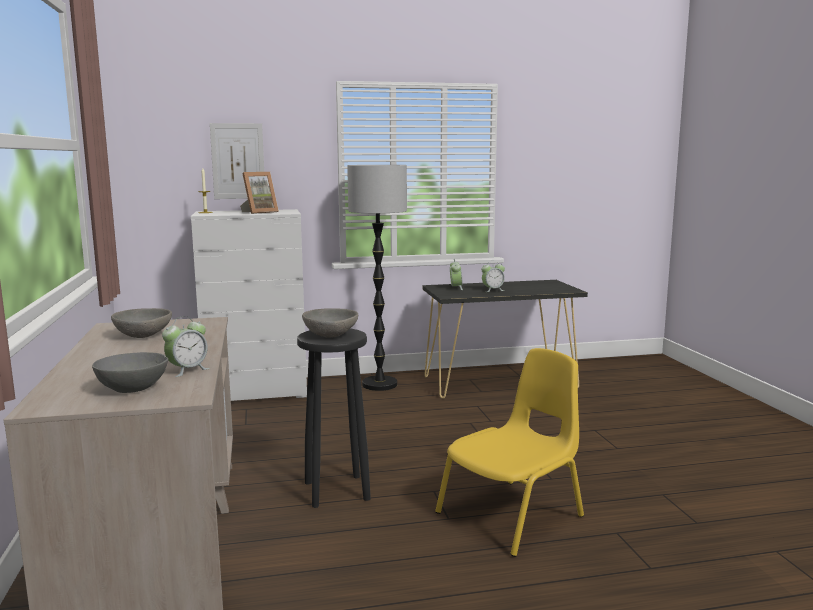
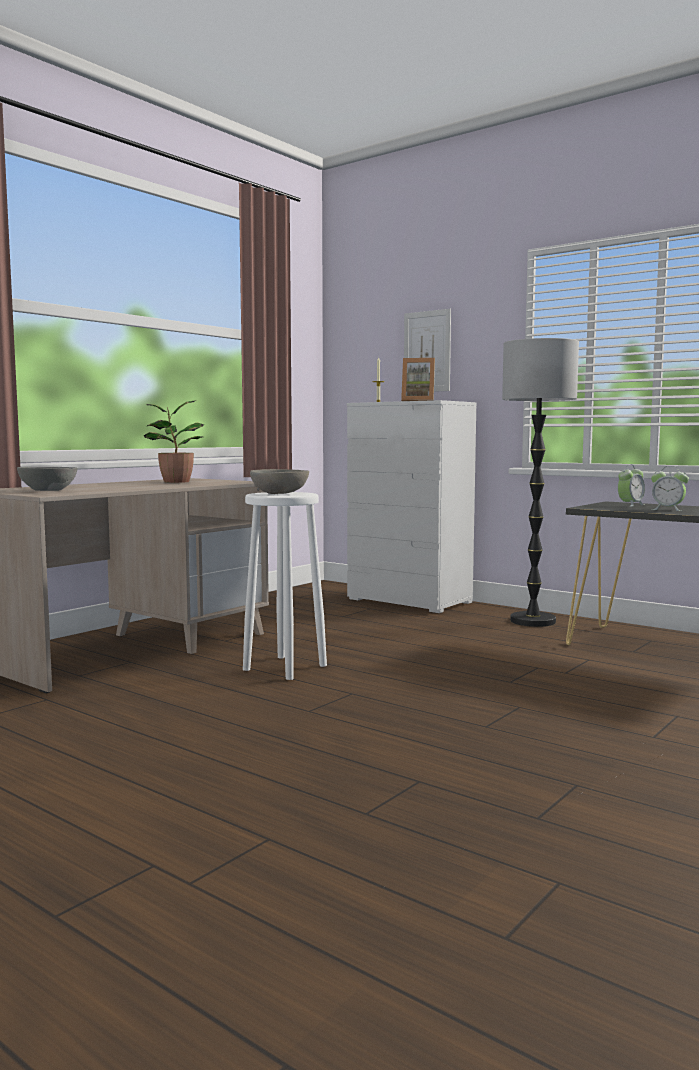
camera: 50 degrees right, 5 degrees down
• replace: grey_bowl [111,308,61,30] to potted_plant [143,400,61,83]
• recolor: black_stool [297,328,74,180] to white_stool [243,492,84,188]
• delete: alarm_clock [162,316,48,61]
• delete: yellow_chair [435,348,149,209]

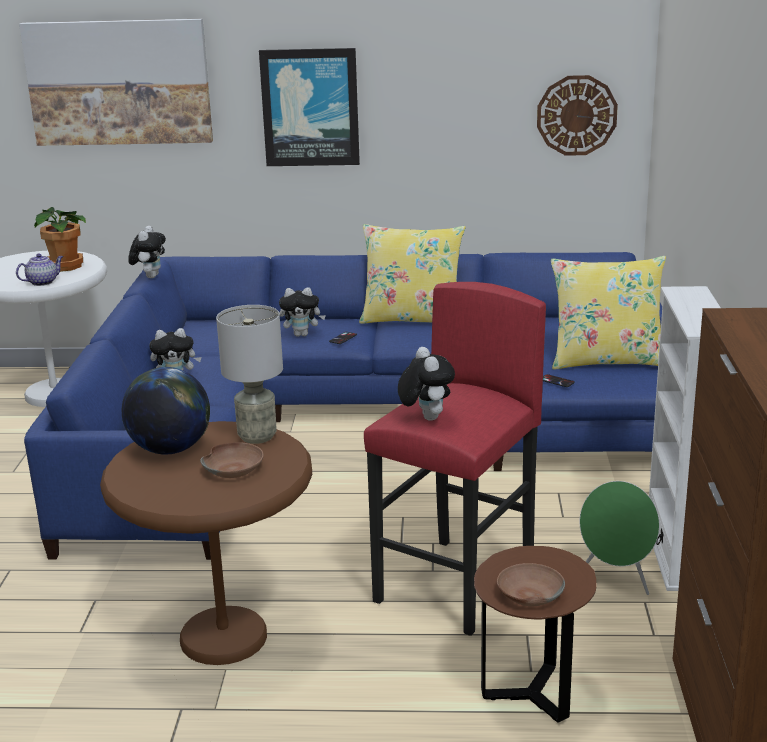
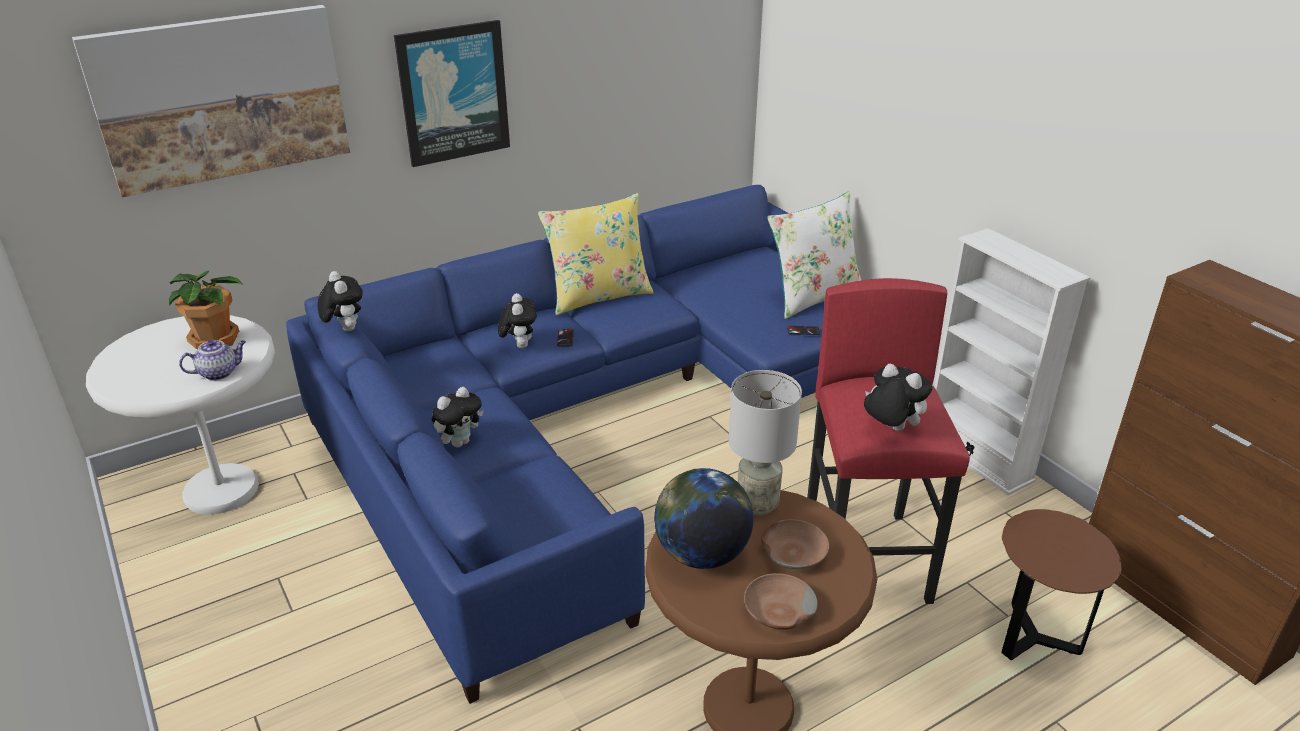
camera: 35 degrees left, 10 degrees up
• rotate: teapot [16,253,47,33] = [179,340,67,40] 45 degrees clockwise
• rotate: plush_toy [279,287,47,50] = [498,293,39,55] 60 degrees counterclockwise
• move: brown_bowl [497,563,68,43] to [744,573,74,57]
• recolor: yellow_pillow [551,256,115,114] to white_pillow [767,192,94,127]
• delete: wall_clock [537,75,81,81]
• delete: green_speaker [580,481,80,114]

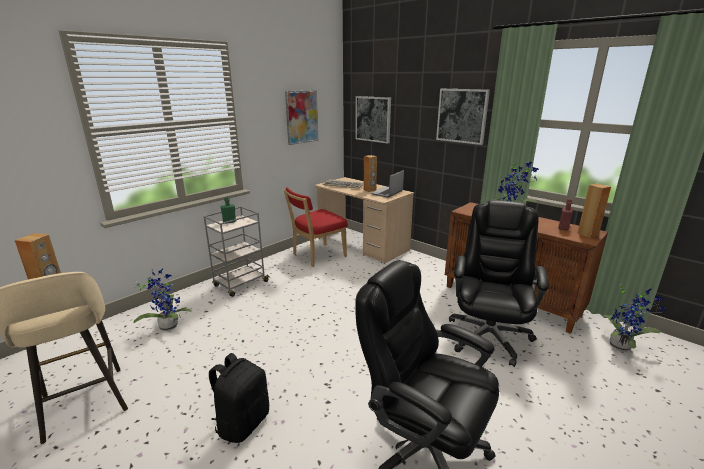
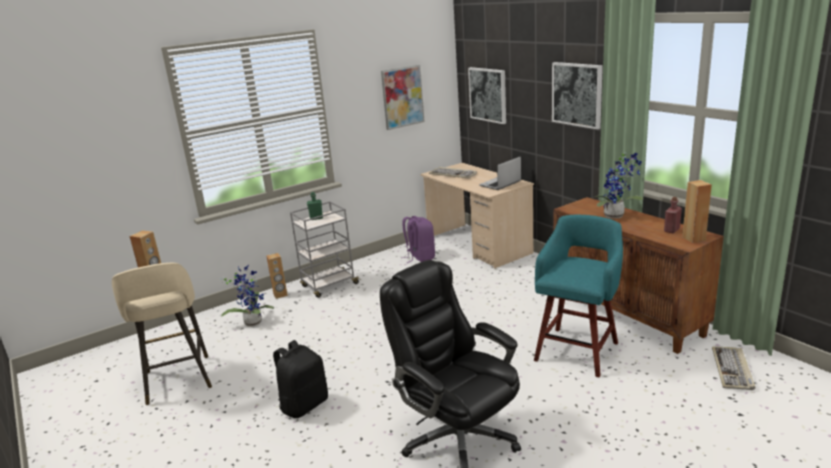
camera: 15 degrees right, 0 degrees up
• move: brown_speaker [364,155,13,37] to [266,253,22,46]
• replace: red_chair [284,187,64,80] to purple_backpack [402,216,33,47]
• replace: black_office_chair [449,200,100,167] to turquoise_stool [534,215,89,162]
• replace: potted_plant [603,283,63,69] to keyboard [712,346,43,44]

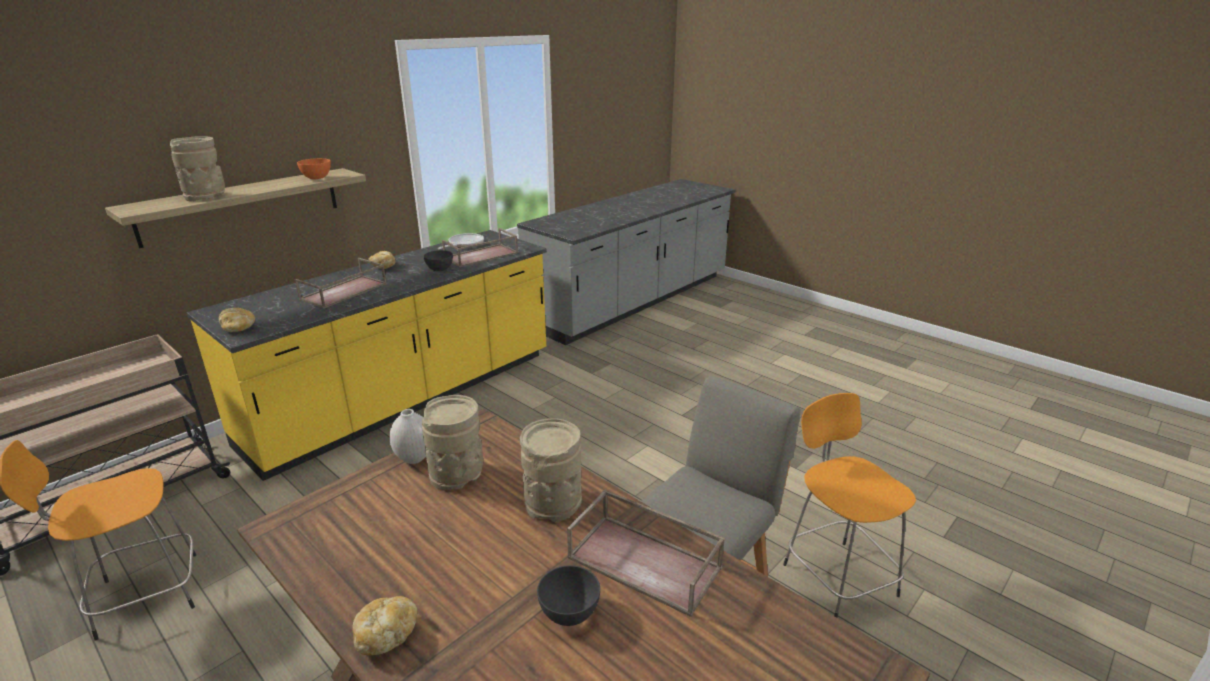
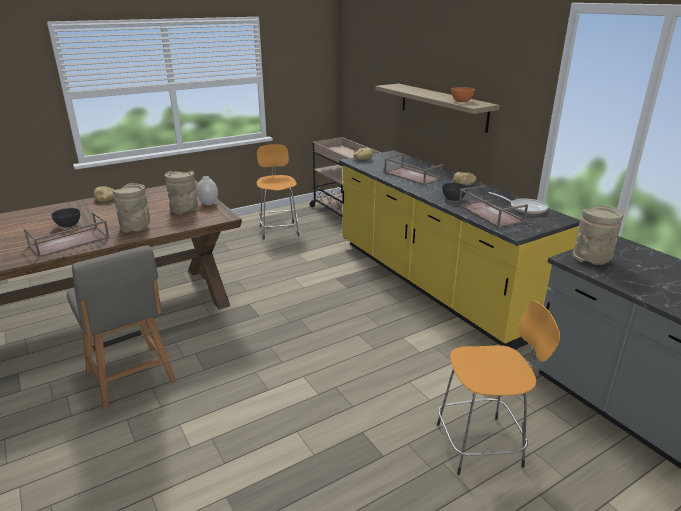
camera: 105 degrees right, 0 degrees up
• move: orange_stool [783,393,133,225] to [437,300,123,175]
• move: beige_vase [170,136,55,65] to [573,205,51,60]

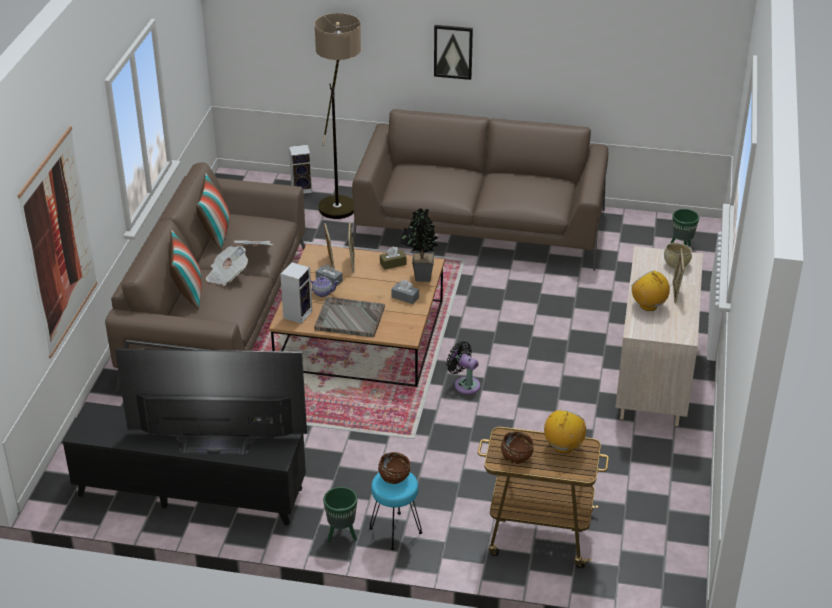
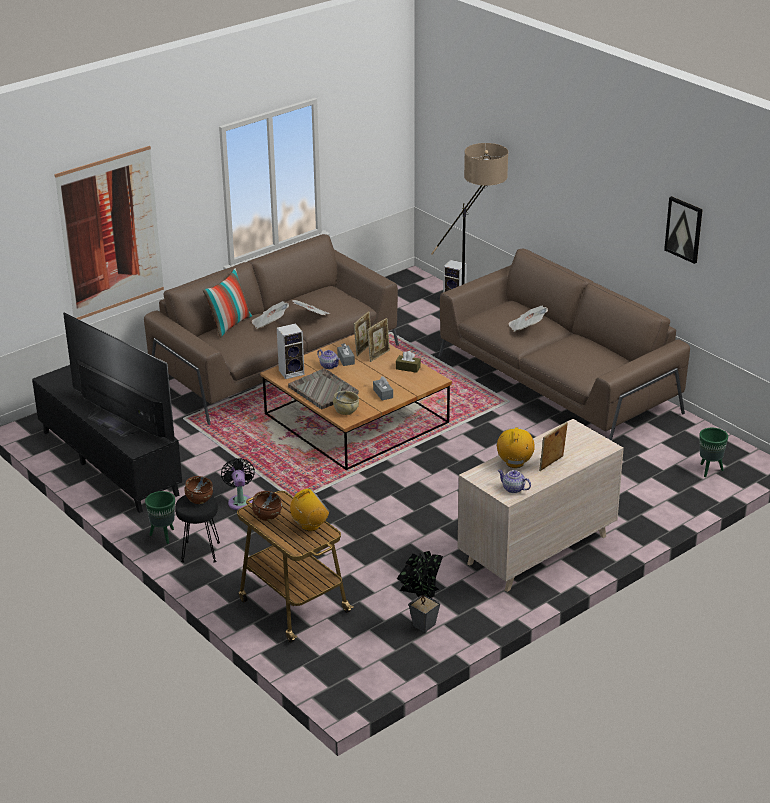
camera: 40 degrees right, 5 degrees down
• recolor: turquoise_stool [369,472,53,78] to black_stool [175,495,45,68]
• move: black_fan [446,341,34,53] to [221,458,34,52]
• move: beige_bowl [664,243,28,26] to [333,391,26,24]
• move: potted_plant [400,208,38,74] to [397,551,46,81]
• insert: teapot [498,469,33,24]
• insert: newspaper [509,306,39,26]
• move: picture [434,25,39,55] to [664,196,39,68]
• delete: pillow [196,173,34,77]

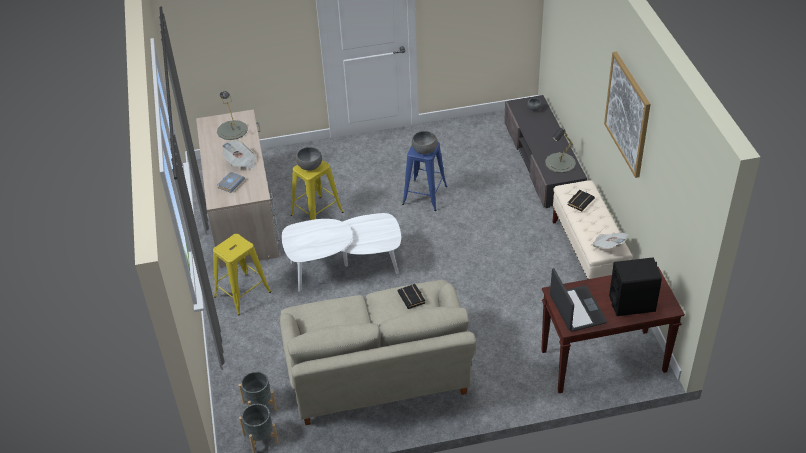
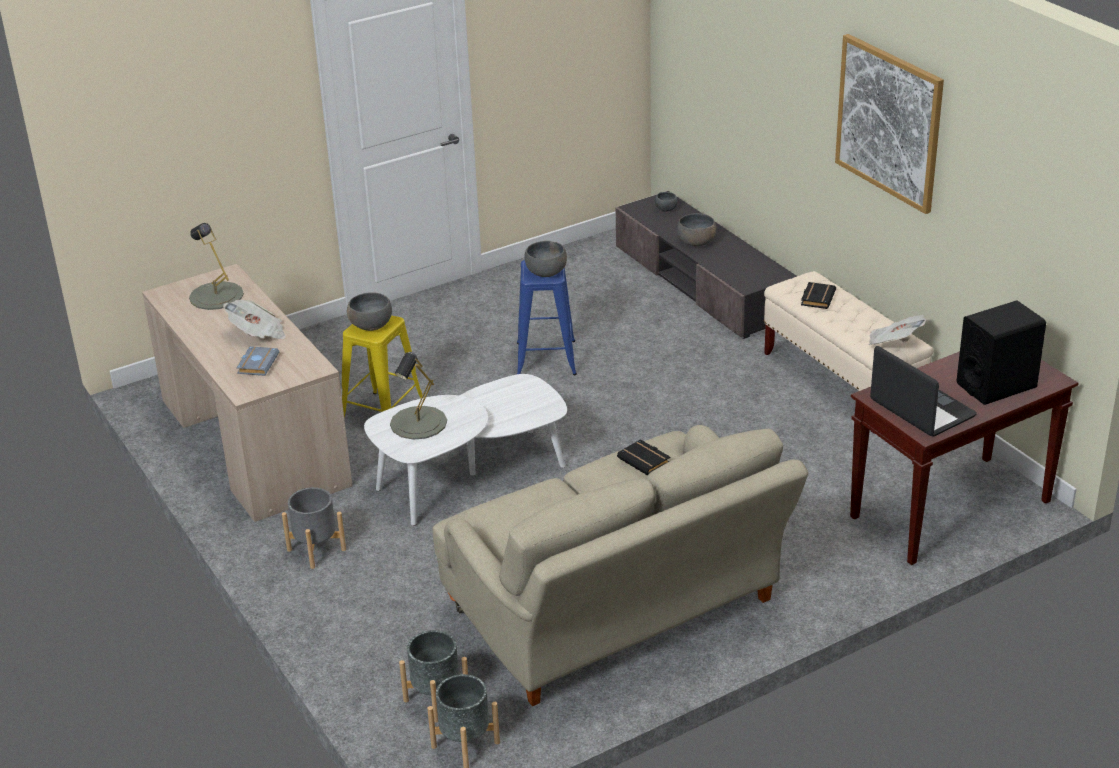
camera: 20 degrees left, 10 degrees down
• replace: yellow_stool [213,234,58,82] to grey_planter [282,487,64,82]
• move: grey_table_lamp [545,127,31,46] to [390,352,57,88]
• insert: grey_bowl [677,213,39,33]

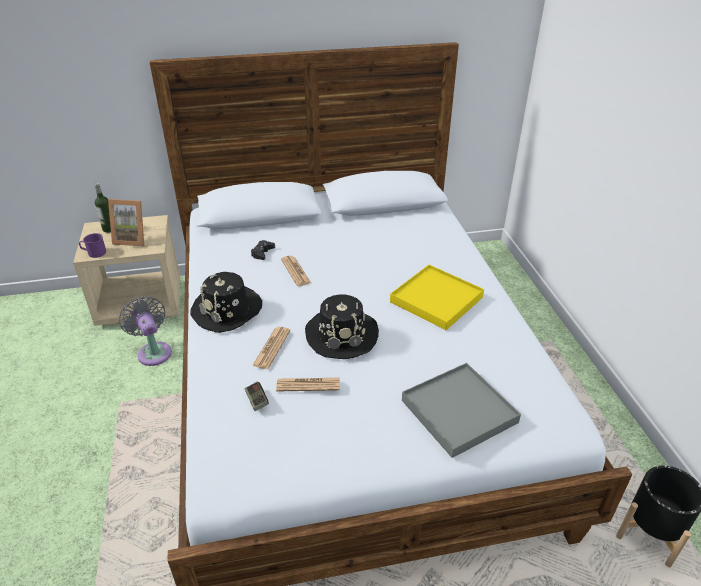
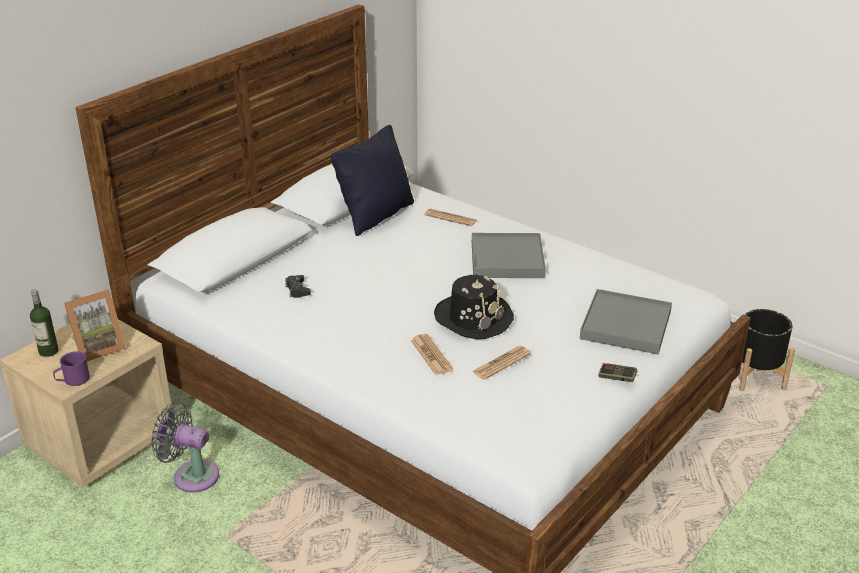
camera: 40 degrees left, 5 degrees down
• insert: black_pillow [331,125,83,111]
• move: newspaper [281,256,30,30] to [424,209,53,17]
• recolor: yellow_tray [390,265,94,65] to grey_tray [472,233,74,45]
• move: game_controller [245,381,24,30] to [598,363,39,19]
• delete: black_hat [190,272,72,61]

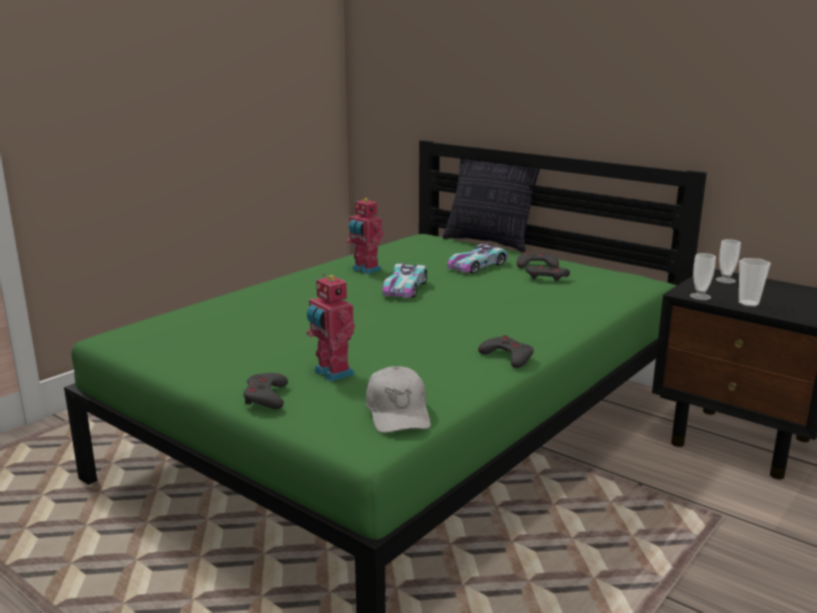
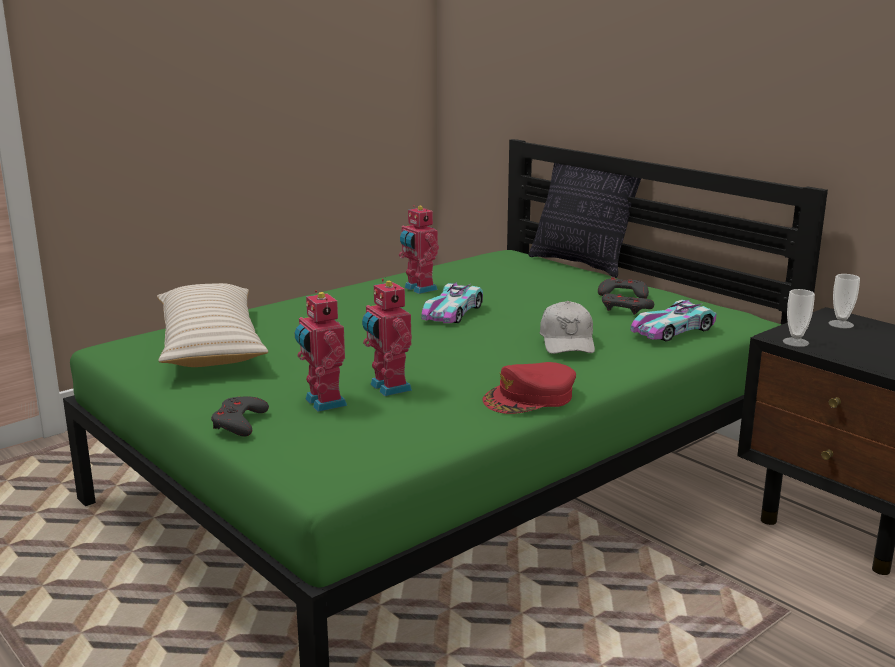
camera: 10 degrees right, 0 degrees up
• insert: beige_pillow [157,283,111,84]
• insert: toy_robot [362,279,50,117]
• replace: grey_game_controller [478,335,56,33] to red_cap [483,362,93,52]
• move: white_cap [366,366,65,67] to [540,301,55,53]
• move: toy_car [447,243,61,31] to [631,300,86,42]
• delete: cup [739,258,32,49]

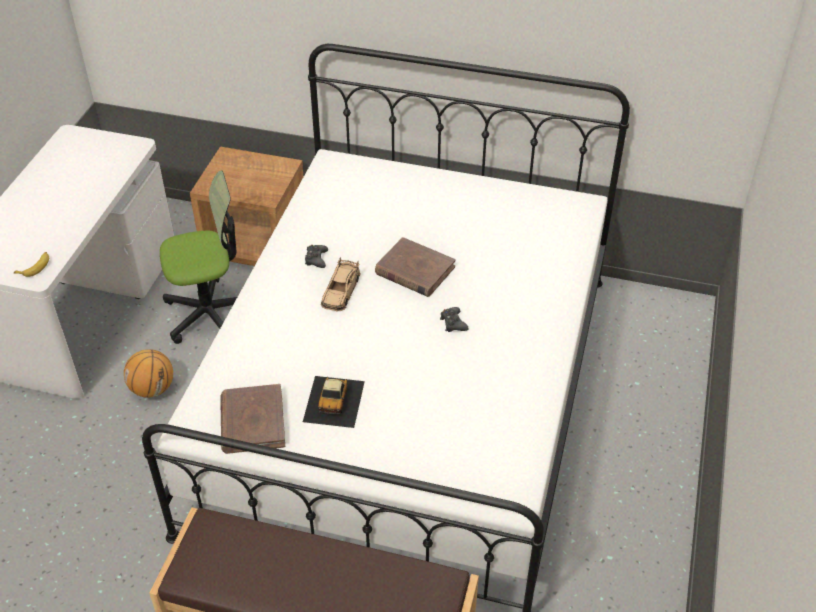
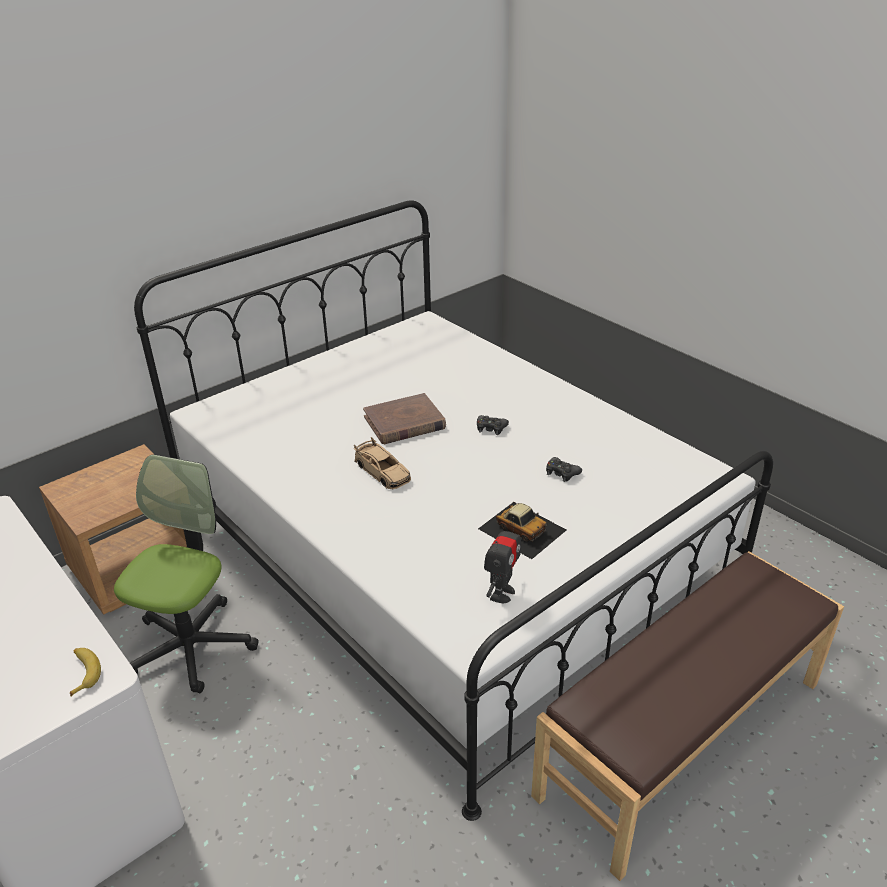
camera: 55 degrees left, 10 degrees down
• replace: brown_book [220,384,65,70] to toy_robot [484,517,37,86]
• move: black_game_controller [305,245,23,23] to [546,457,36,25]
• delete: basketball [124,349,49,49]

